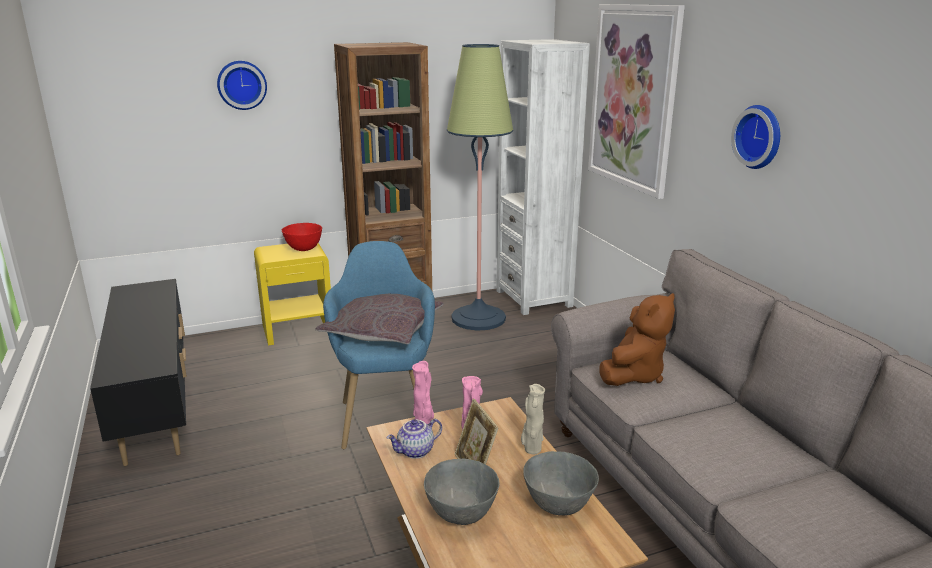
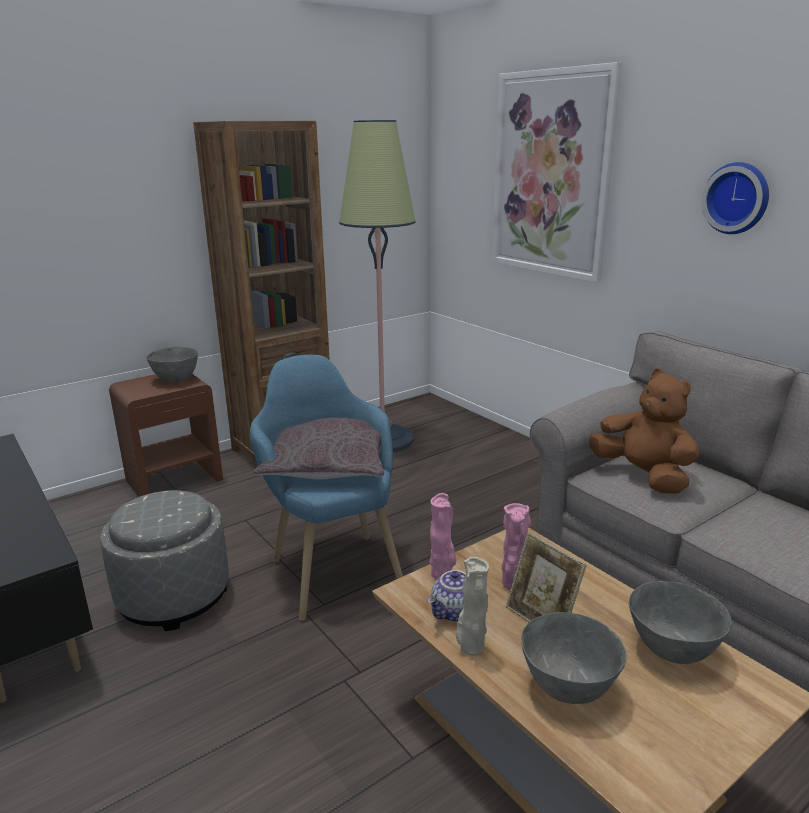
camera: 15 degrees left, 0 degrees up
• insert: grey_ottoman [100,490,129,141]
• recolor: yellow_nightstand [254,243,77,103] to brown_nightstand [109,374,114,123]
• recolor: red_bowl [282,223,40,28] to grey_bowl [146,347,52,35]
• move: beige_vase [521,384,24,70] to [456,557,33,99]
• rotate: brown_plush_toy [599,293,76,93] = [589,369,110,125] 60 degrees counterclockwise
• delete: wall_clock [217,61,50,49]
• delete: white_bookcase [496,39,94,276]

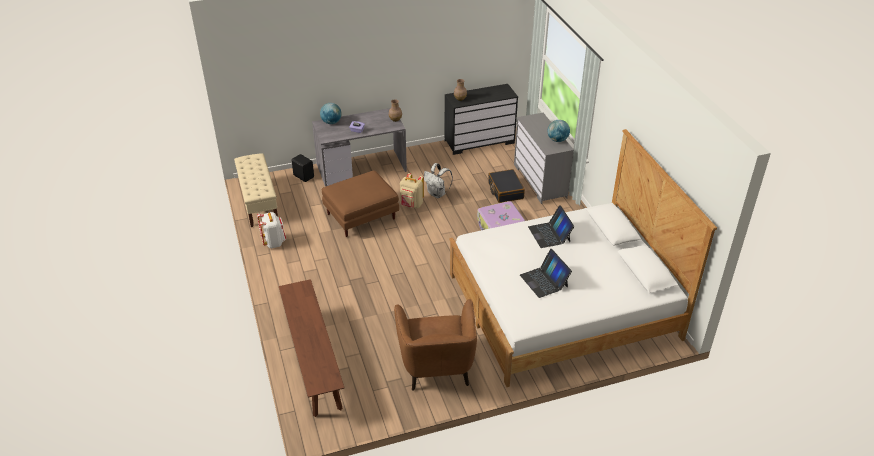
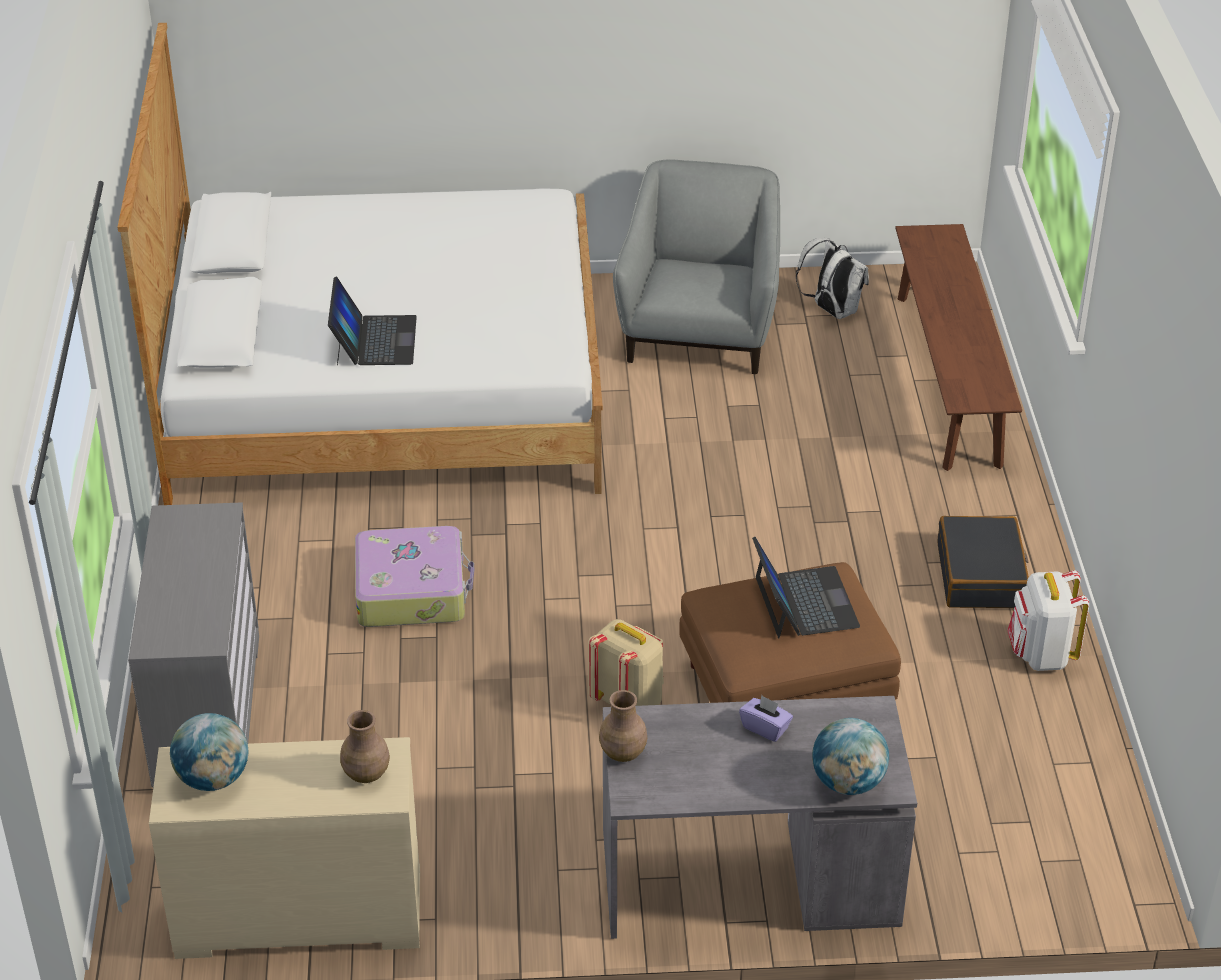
camera: 165 degrees left, 0 degrees up
• recolor: black_dresser [444,84,74,71] to beige_dresser [149,737,271,222]
• move: globe [547,120,23,22] to [170,713,78,78]
• recolor: brown_armchair [394,299,83,92] to grey_armchair [613,159,167,215]
• move: laptop [520,249,52,49] to [752,537,108,101]
• move: white_backpack [424,163,29,35] to [796,238,73,81]
• move: black_suitcase [488,169,37,34] to [937,516,92,92]
• delete: beige_bench [234,154,44,73]
• delete: black_speaker [291,154,23,28]

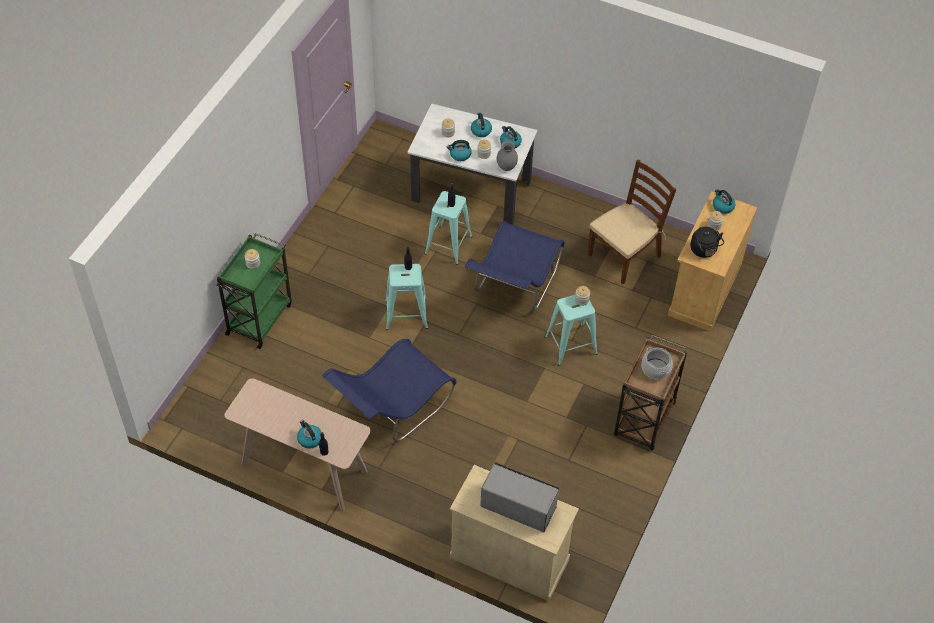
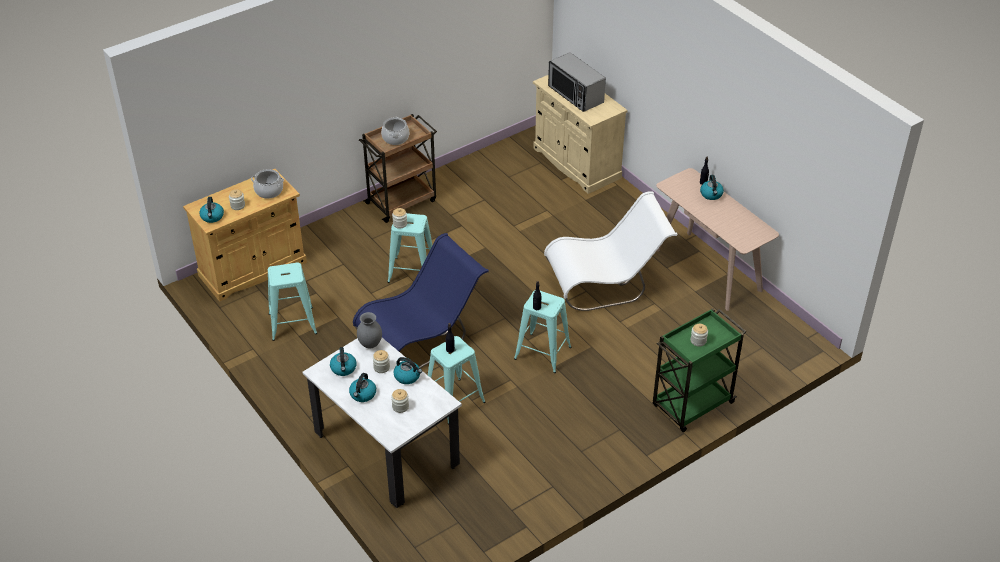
camera: 150 degrees left, 10 degrees down
• replace: black_kettle [690,227,34,31] to cooking_pot [251,169,33,30]
• replace: brown_chair [588,159,88,125] to turquoise_stool [268,262,49,79]
• recolor: blue_chair [322,339,134,103] to white_chair [544,191,133,120]

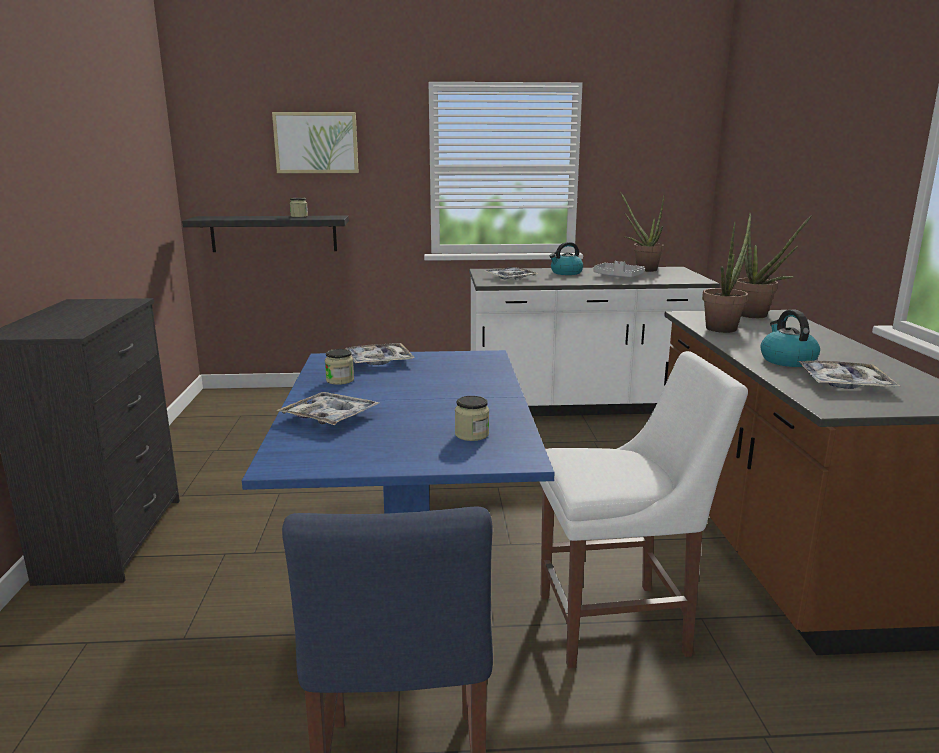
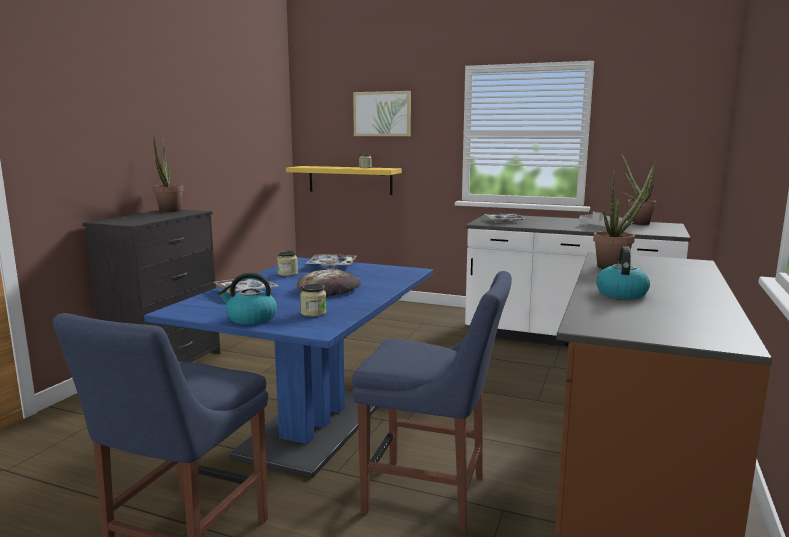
camera: 25 degrees right, 5 degrees down
• move: potted_plant [735,213,77,105] to [153,137,30,75]
• move: kettle [550,242,33,33] to [218,272,59,53]
• recolor: black_shelf [182,216,167,36] to yellow_shelf [286,166,116,29]
• insert: bread [297,269,64,28]
• recolor: white_chair [540,351,208,317] to blue_chair [352,271,160,262]
• delete: tray [797,361,103,28]

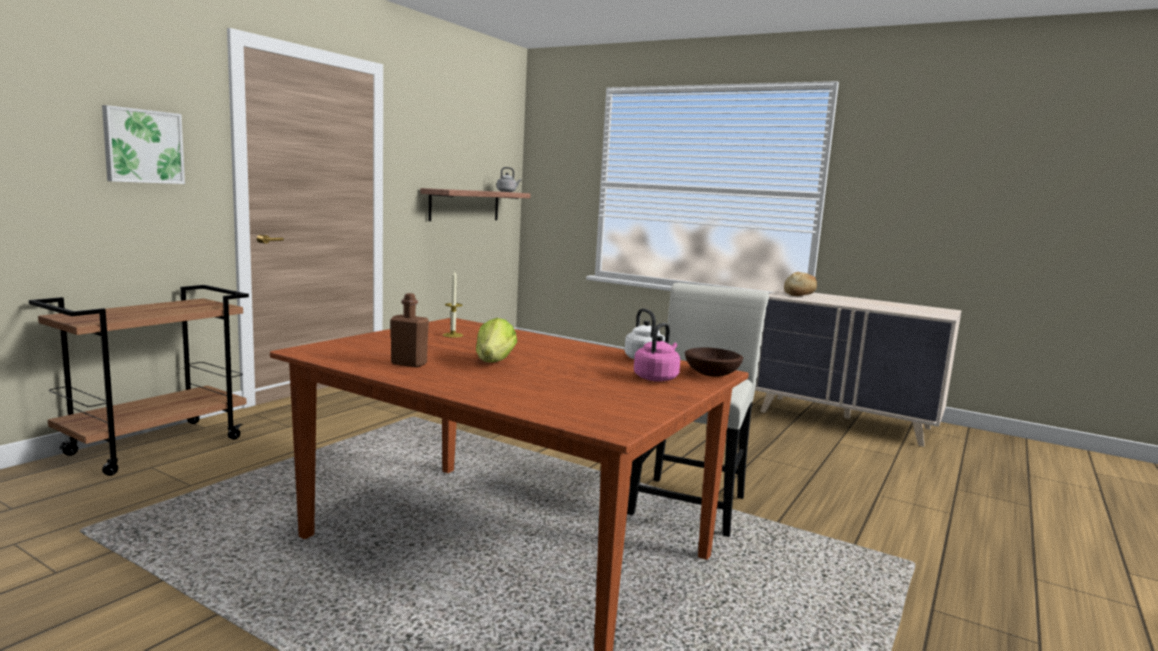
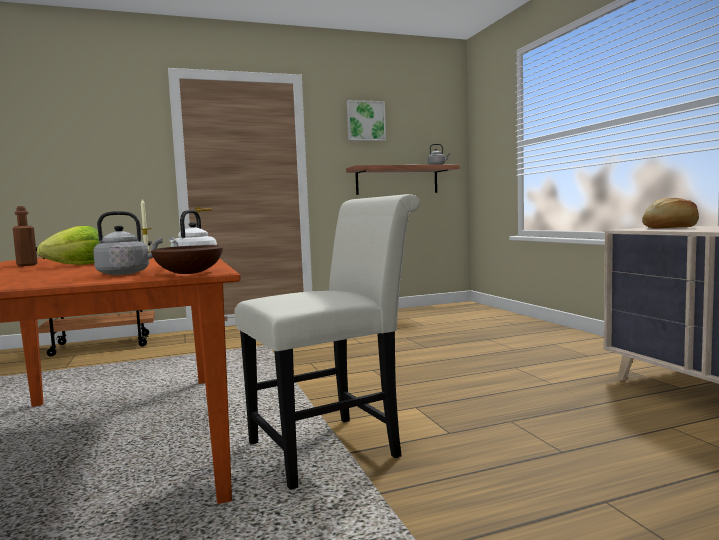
camera: 40 degrees right, 5 degrees down
• recolor: pink_kettle [634,323,46,59] to grey_kettle [93,211,70,64]
• move: picture [102,105,83,79] to [347,100,39,41]

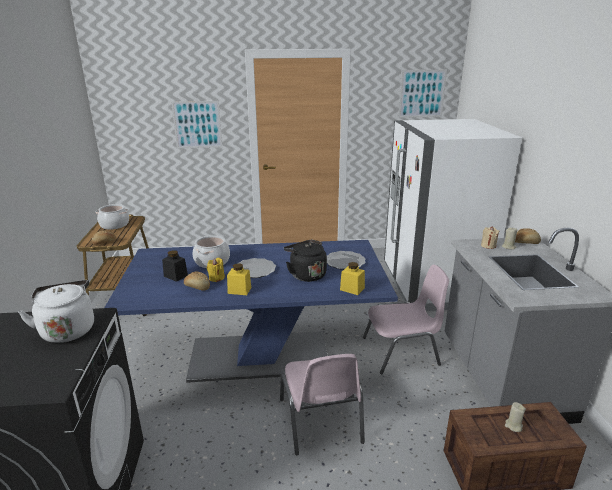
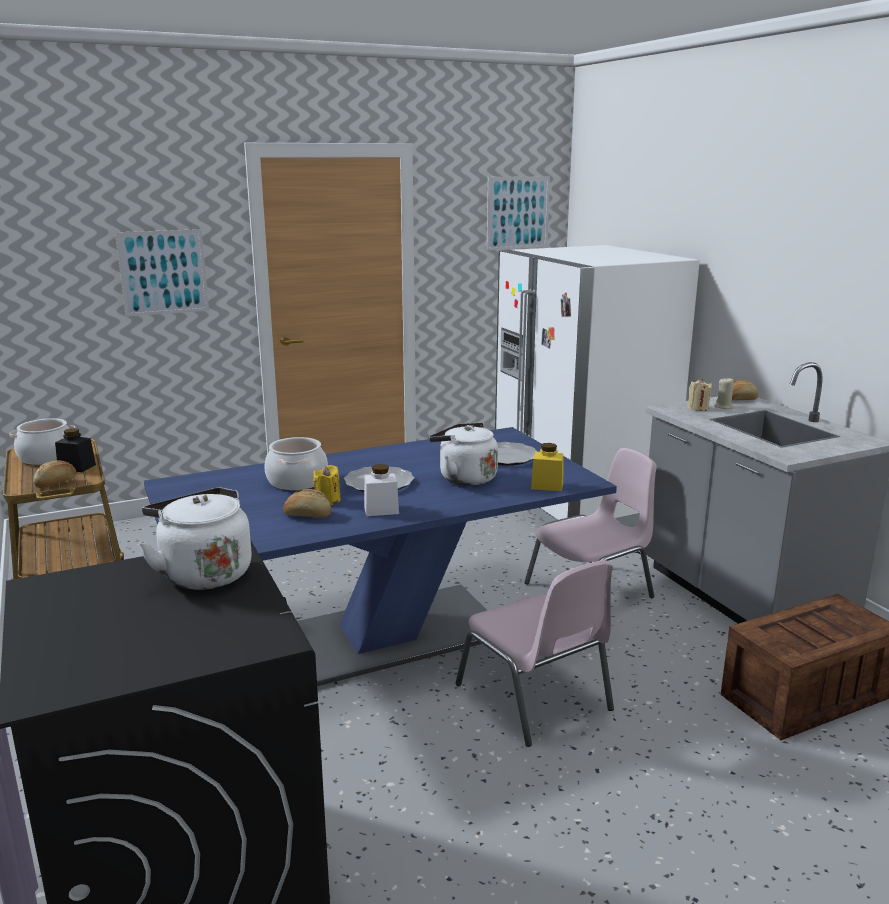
camera: 20 degrees left, 5 degrees down
• move: black_jar [162,250,26,32] to [55,428,41,44]
• recolor: yellow_jar [227,263,24,32] to white_jar [364,464,35,52]
• recolor: black_kettle [284,240,43,42] to white_kettle [429,422,69,64]
• delete: beige_candle [505,402,21,30]

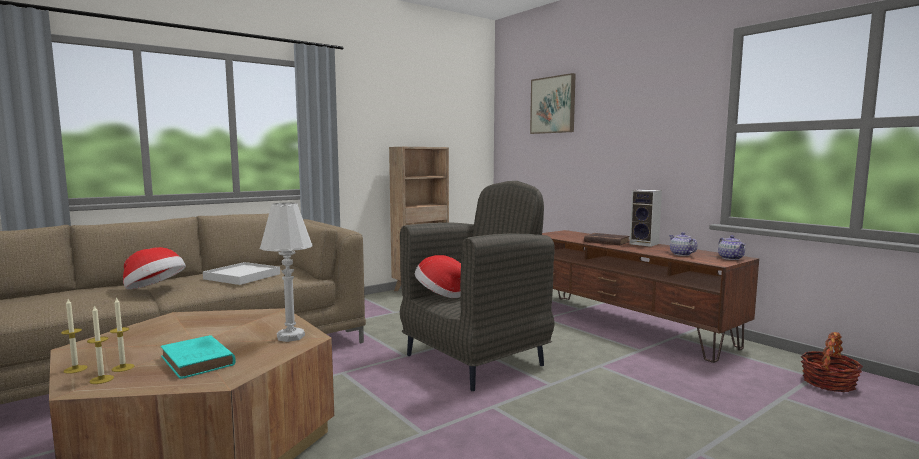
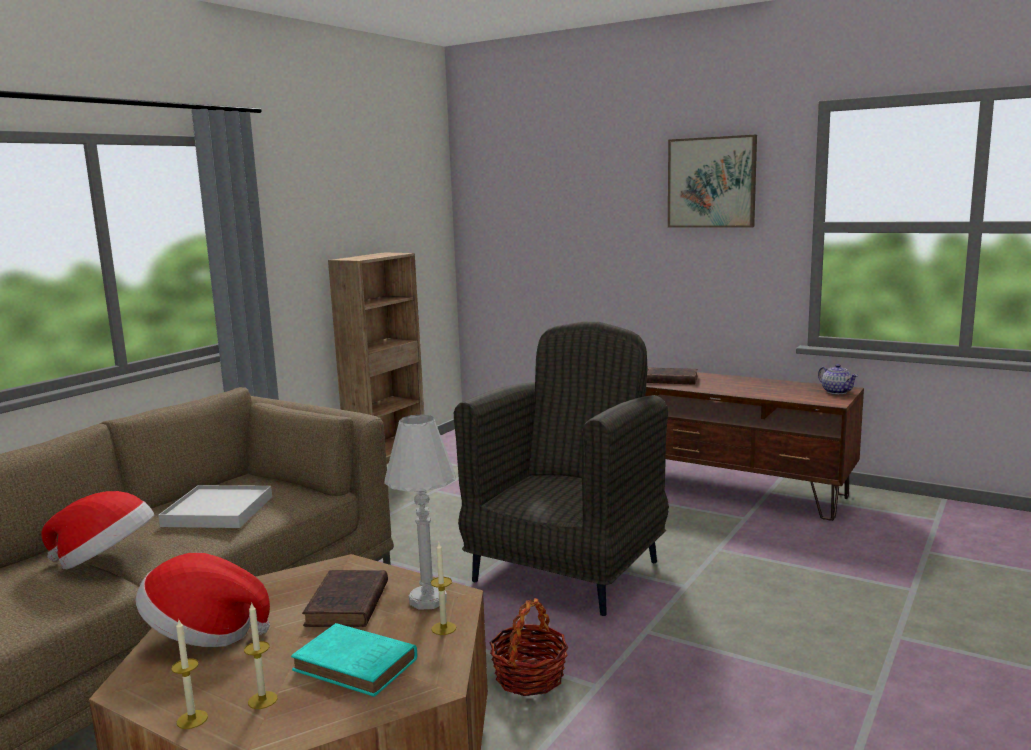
camera: 20 degrees left, 5 degrees up
• move: hat [415,255,46,43] to [136,553,134,94]
• insert: brown_book [302,570,86,57]
• move: candle [87,305,27,79] to [430,543,26,92]
• move: basket [801,332,62,60] to [489,598,80,98]
• move: picture [530,73,46,61] to [668,135,89,93]
• delete: speaker [629,189,33,58]
• delete: teapot [669,232,29,24]

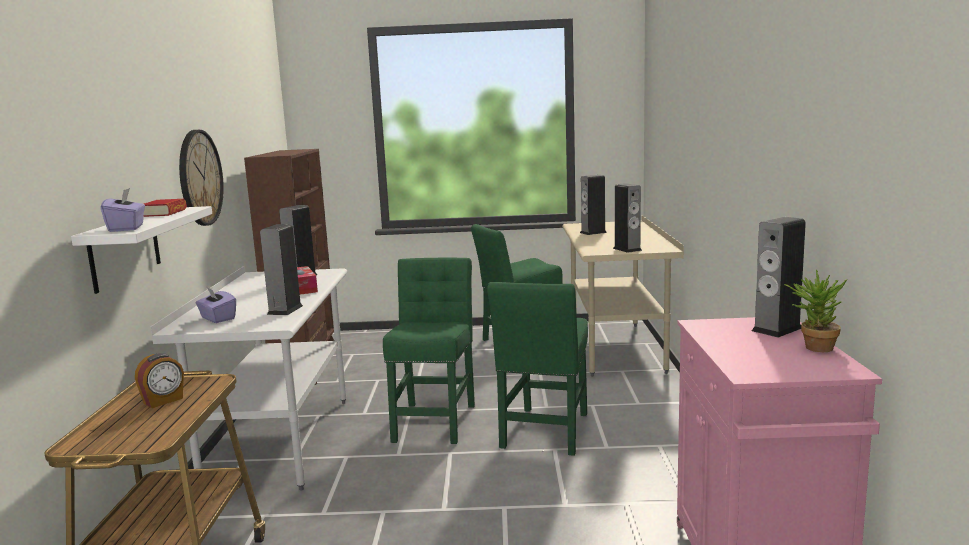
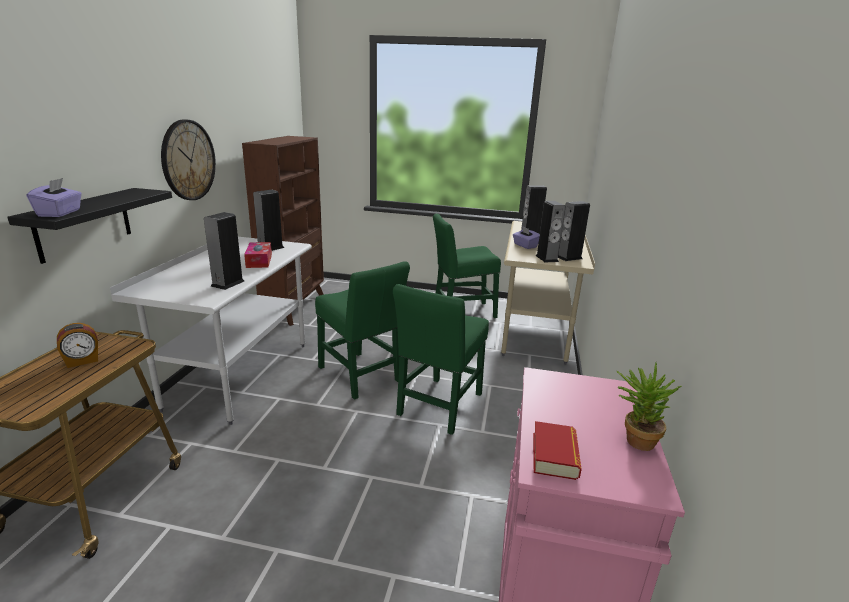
camera: 10 degrees right, 10 degrees up
• recolor: white_shelf [71,206,141,88] to black_shelf [7,188,165,76]
• rotate: green_chair [383,258,92,186] = [315,261,95,139] 120 degrees clockwise
• move: purple_tissue_box [196,287,40,36] to [513,226,27,23]
• move: book [144,199,43,18] to [533,421,49,59]
• move: speaker [752,217,54,121] to [558,201,32,60]

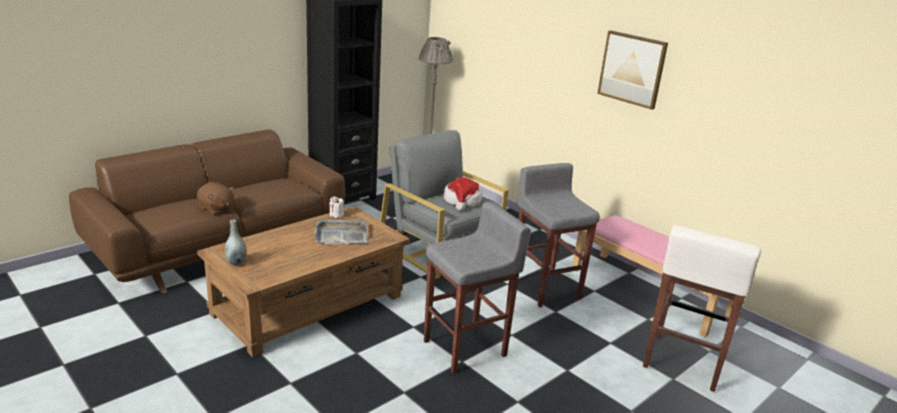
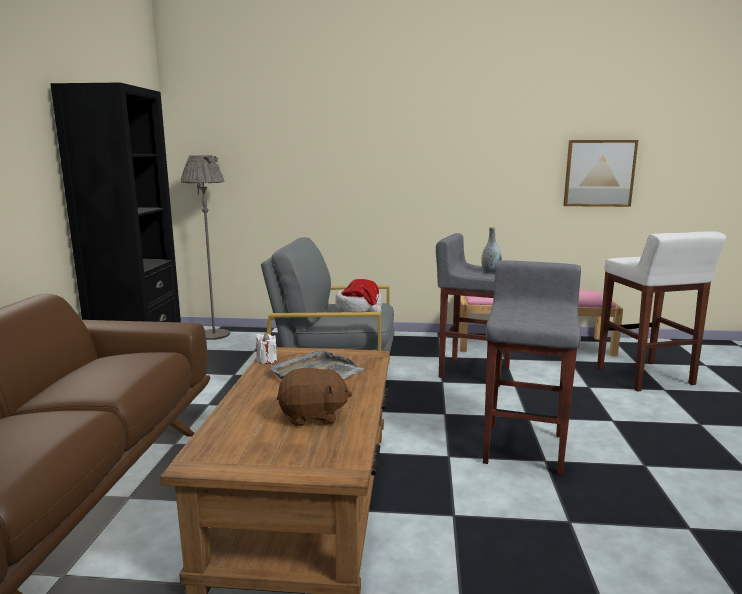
camera: 40 degrees left, 10 degrees down
• move: brown_plush_toy [197,182,38,33] to [277,366,75,60]
• move: grey_vase [225,220,22,46] to [481,227,21,46]
• move: picture [597,30,71,80] to [563,140,75,67]

